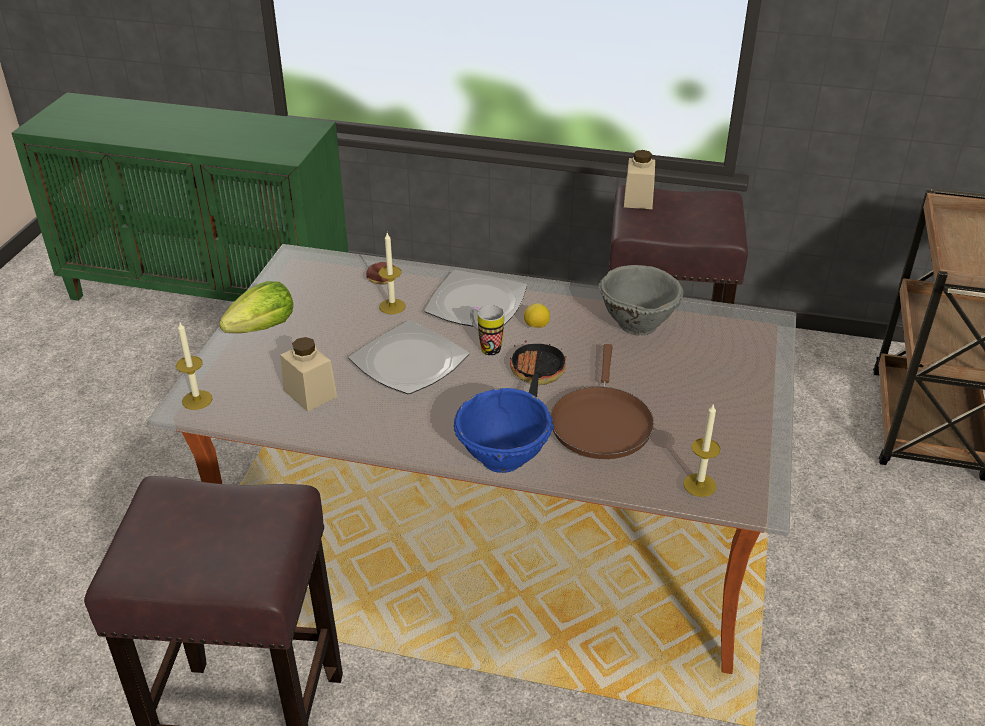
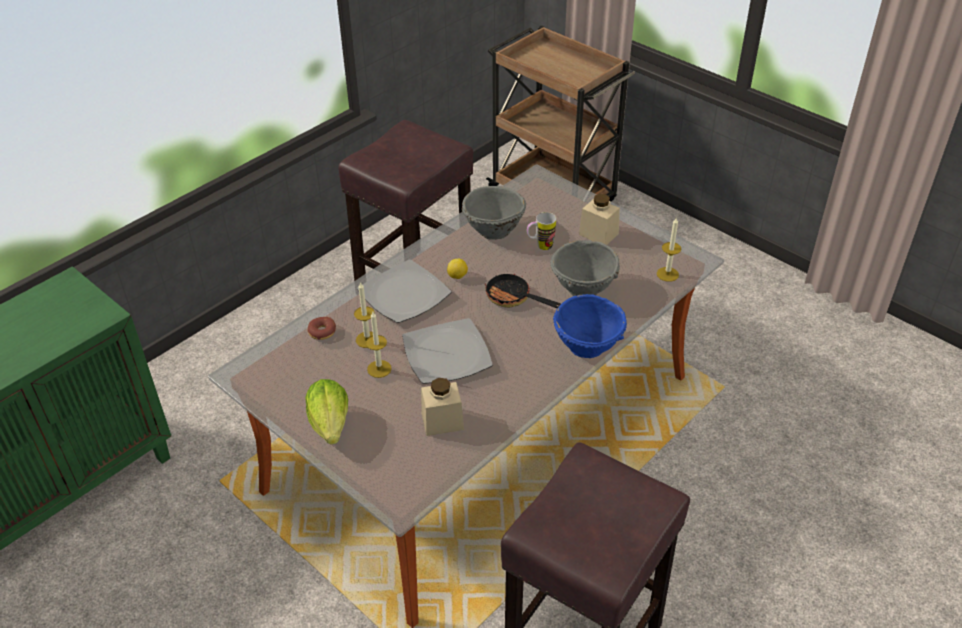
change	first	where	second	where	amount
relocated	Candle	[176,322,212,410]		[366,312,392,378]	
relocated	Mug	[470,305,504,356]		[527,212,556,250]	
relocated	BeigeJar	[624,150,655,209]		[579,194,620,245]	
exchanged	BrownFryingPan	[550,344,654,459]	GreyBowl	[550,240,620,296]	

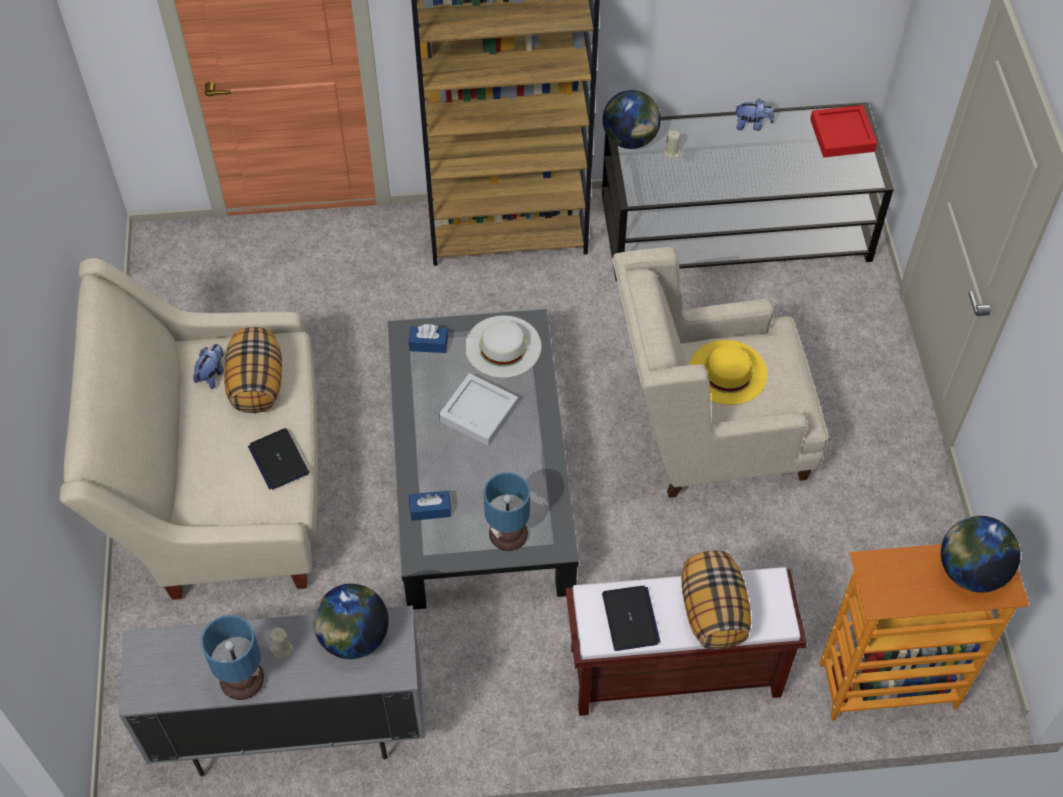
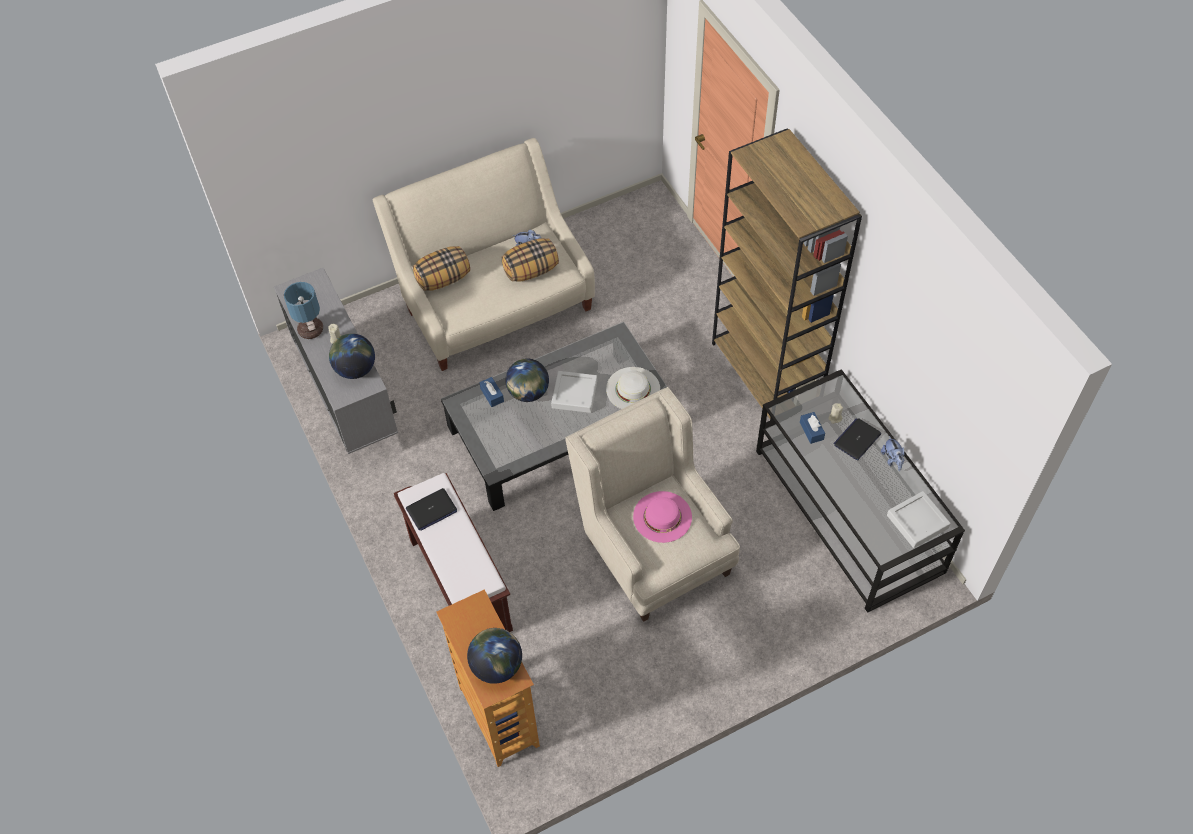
change	first	where	second	where	amount
missing	TableLamp	[484,472,530,551]			
relocated	Laptop	[248,428,309,490]		[833,418,881,461]	
relocated	BlueTissueBox	[409,324,448,353]		[800,412,825,444]	
relocated	Globe	[603,90,661,149]		[505,358,549,402]	
relocated	Pillow	[681,551,751,649]		[413,246,470,291]	
colour	YellowHat	[689,340,768,405]	PinkHat	[633,491,692,543]	
colour	RedTray	[810,105,877,157]	GreyTray	[887,491,951,548]	

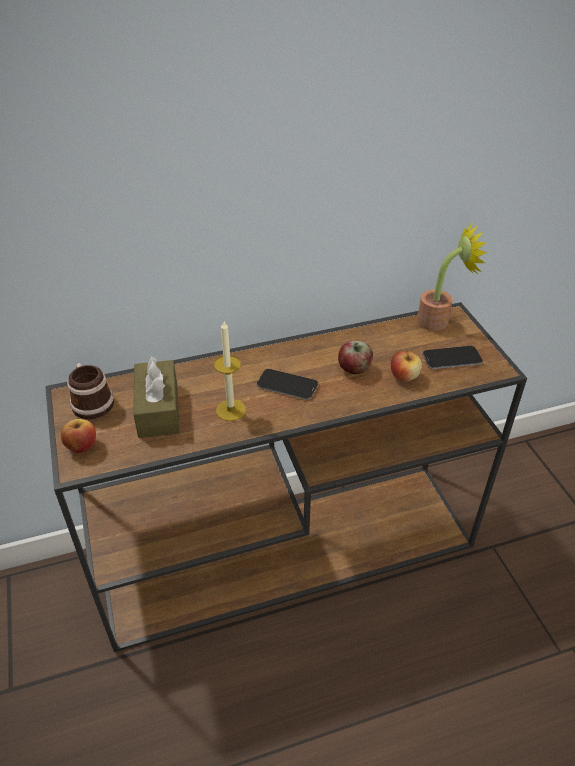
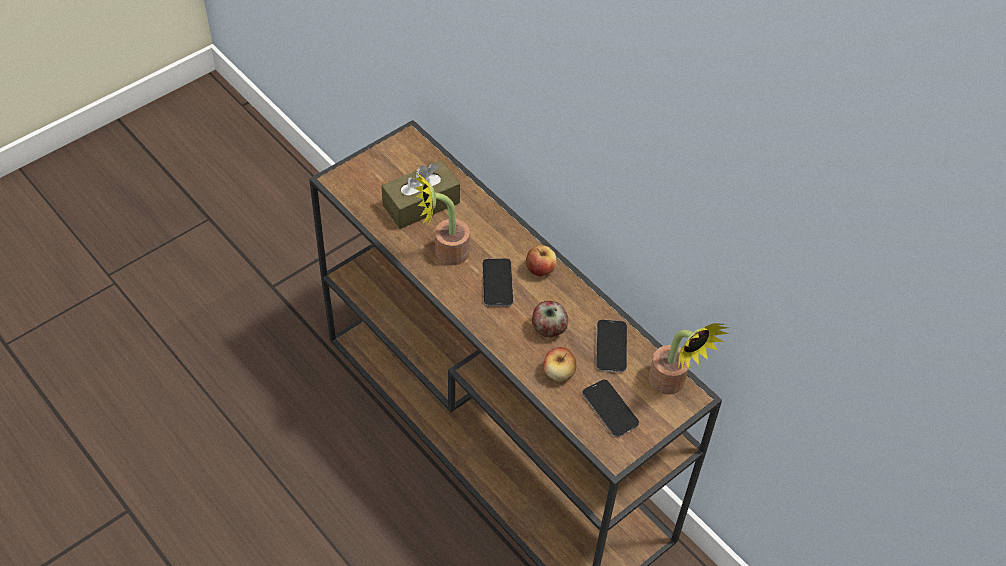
change	first	where	second	where	amount
missing	Mug	[67,363,114,419]			
appeared			Phone	[596,320,627,372]	
relocated	Apple	[61,419,96,453]		[526,245,557,277]	
exchanged	Candle	[214,321,246,421]	PottedPlant	[413,171,470,266]	

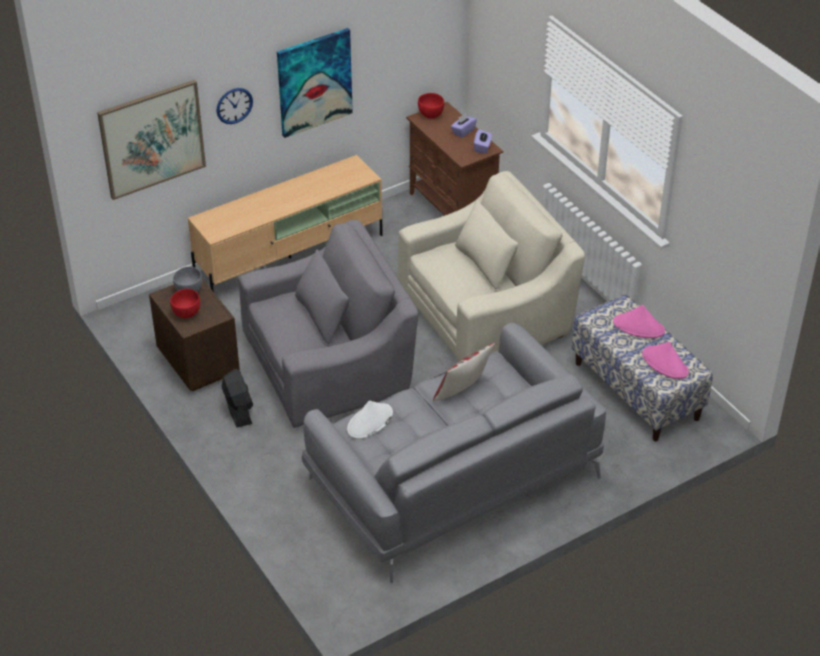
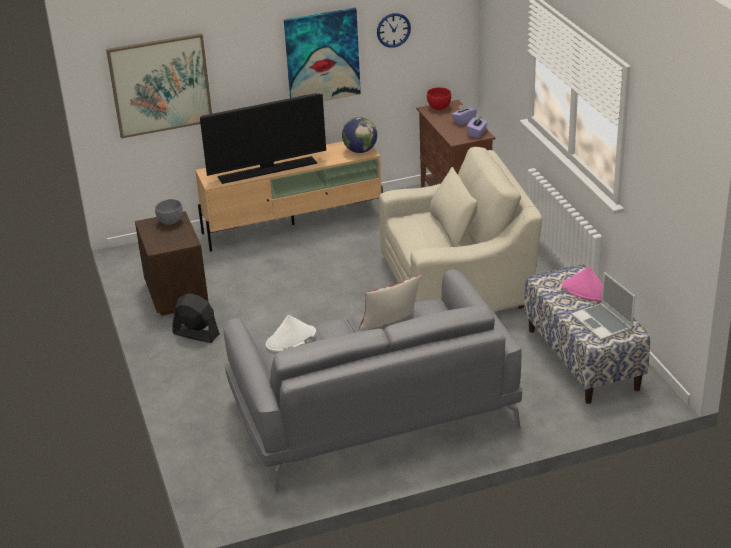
change	first	where	second	where	amount
missing	RedBowl	[170,289,200,318]			
missing	GreyArmchair	[239,220,418,428]			
appeared			Television	[200,93,326,184]	
appeared			Globe	[342,117,377,153]	
relocated	WallClock	[216,88,253,124]		[377,13,411,48]	
exchanged	PinkHat	[642,342,689,379]	Laptop	[571,272,635,340]	
spun	BlackFan	[221,369,253,428]		[172,293,220,343]	60 degrees counterclockwise

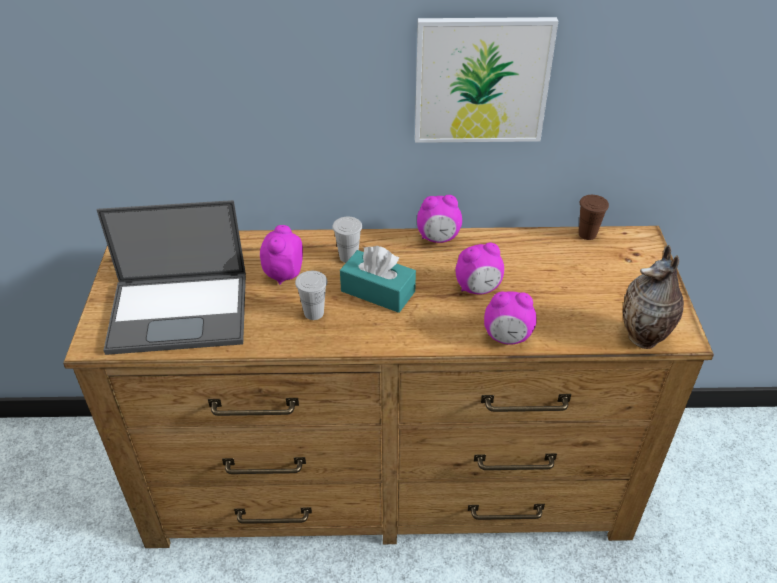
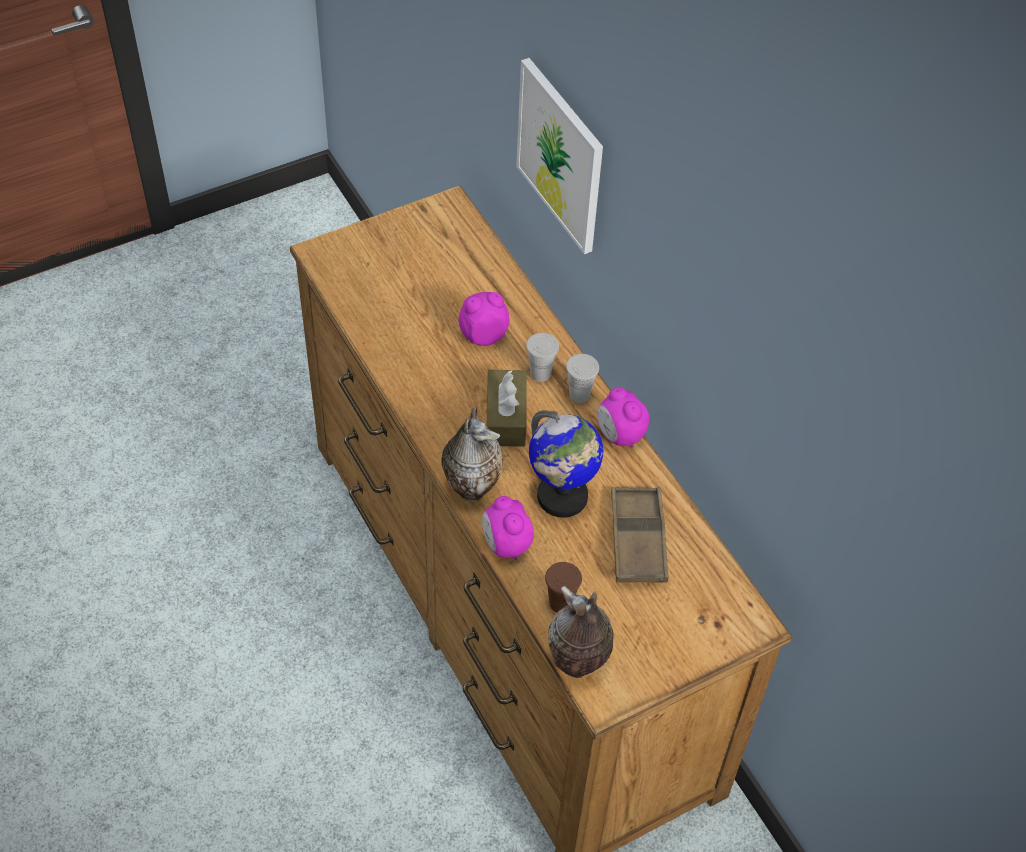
change	first	where	second	where	amount
missing	Laptop	[97,200,246,355]			
appeared			Vase	[441,406,504,502]	
appeared			BrownTray	[611,487,669,582]	
relocated	WhiteCup	[295,271,327,320]		[566,354,599,403]	
relocated	Picture	[415,17,558,143]		[516,58,603,254]	
relocated	BrownCup	[579,195,609,240]		[545,562,582,612]	
exchanged	AlarmClock	[455,243,504,295]	Globe	[529,410,604,518]	
colour	TurquoiseTissueBox	[340,246,416,313]	BrownTissueBox	[487,370,526,447]	

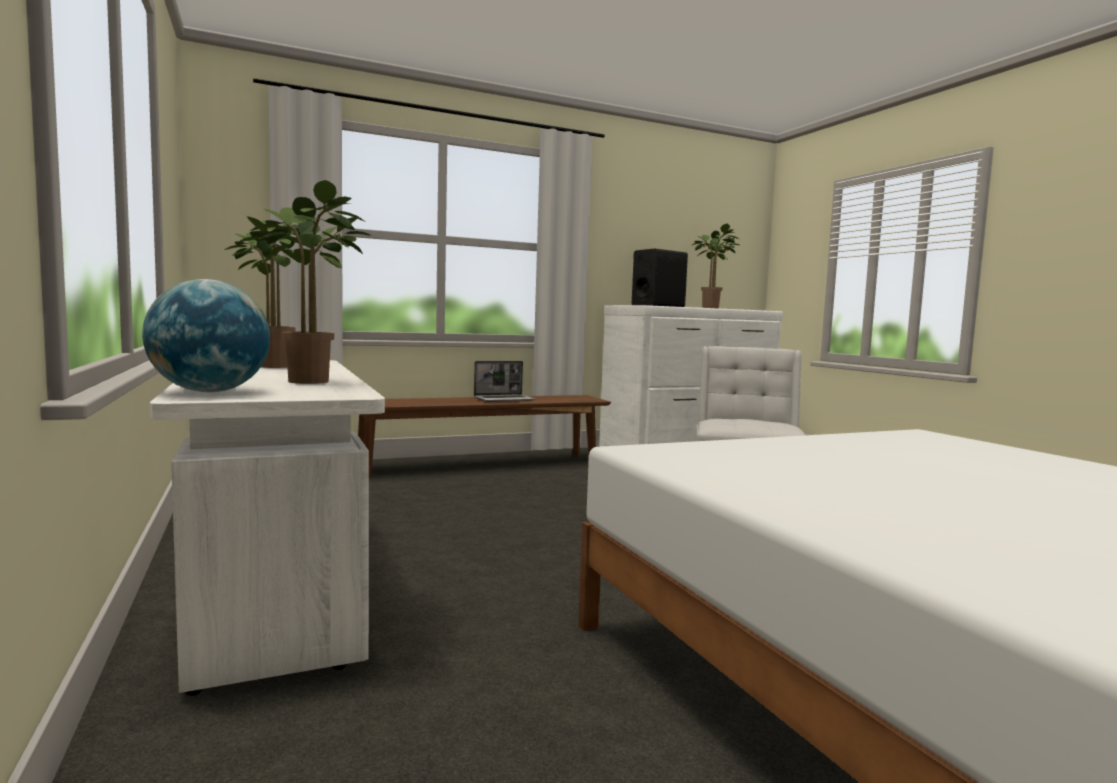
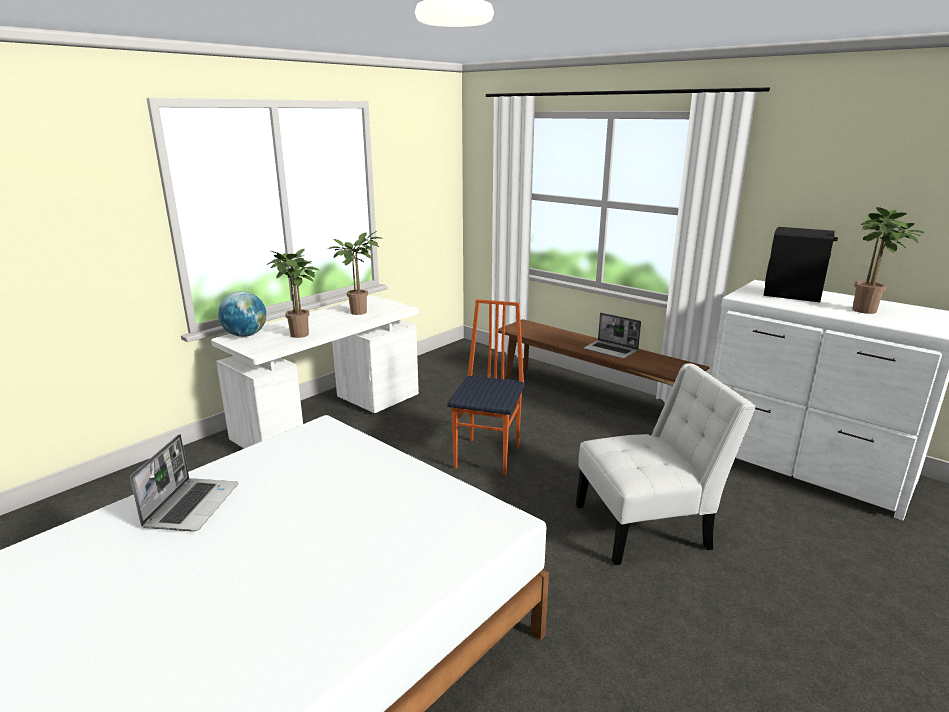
change	first	where	second	where	amount
appeared			Laptop	[130,434,238,531]	
appeared			Chair	[447,299,525,477]	

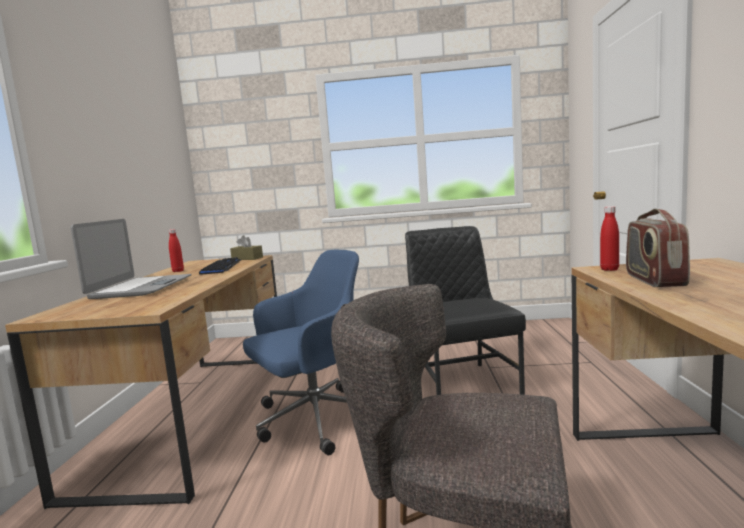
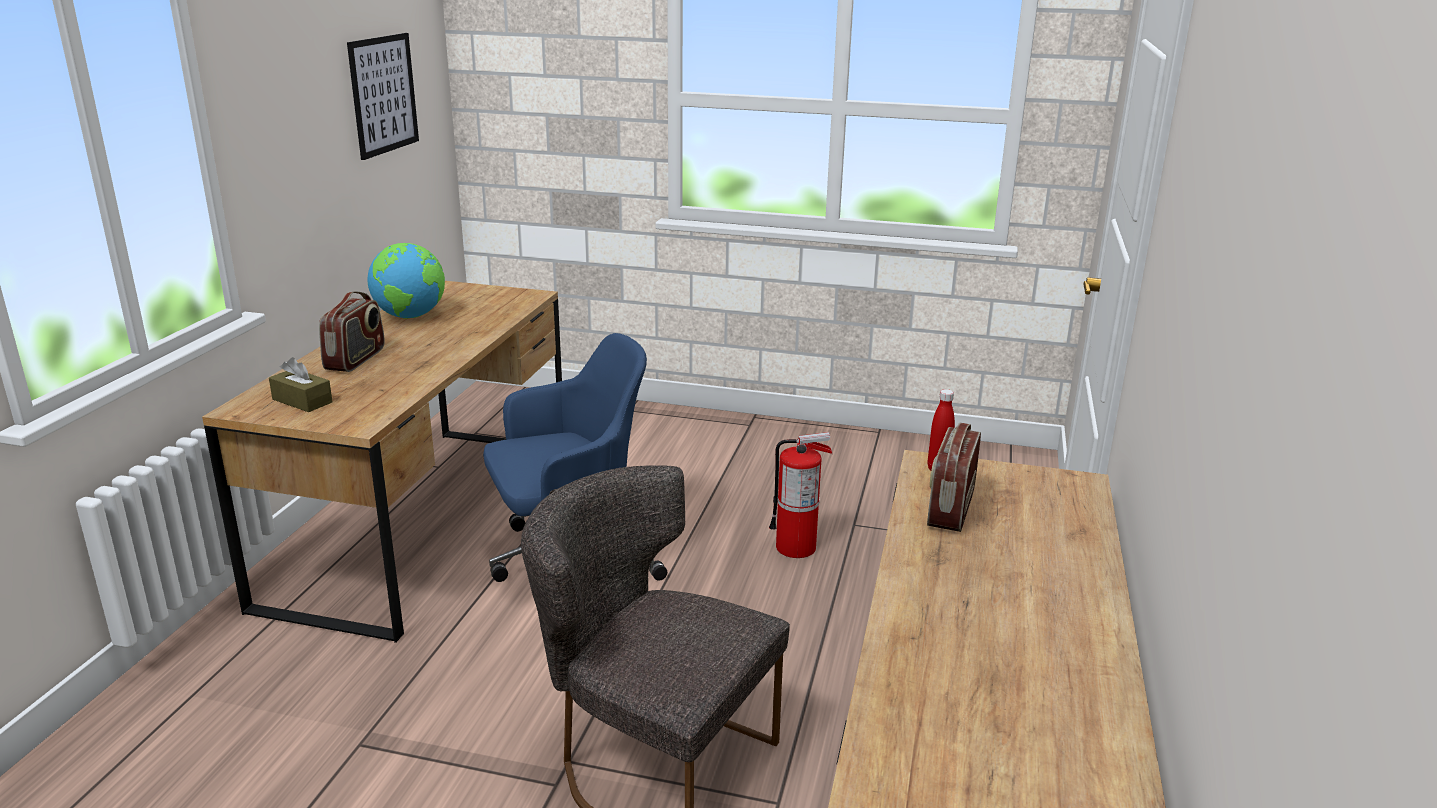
change	first	where	second	where	amount
missing	Keyboard	[199,257,241,275]			
appeared			Picture	[347,33,419,160]	
relocated	BrownTissueBox	[230,235,263,260]		[269,357,333,412]	
exchanged	Laptop	[71,219,191,299]	Radio	[319,291,385,372]	
exchanged	RedBottle	[169,229,184,272]	Globe	[367,243,445,319]	
exchanged	BlackChair	[405,226,526,395]	FireExtinguisher	[769,432,832,558]	

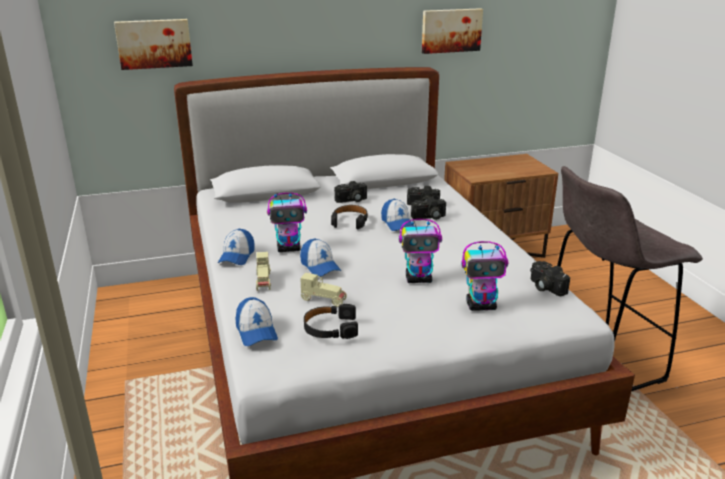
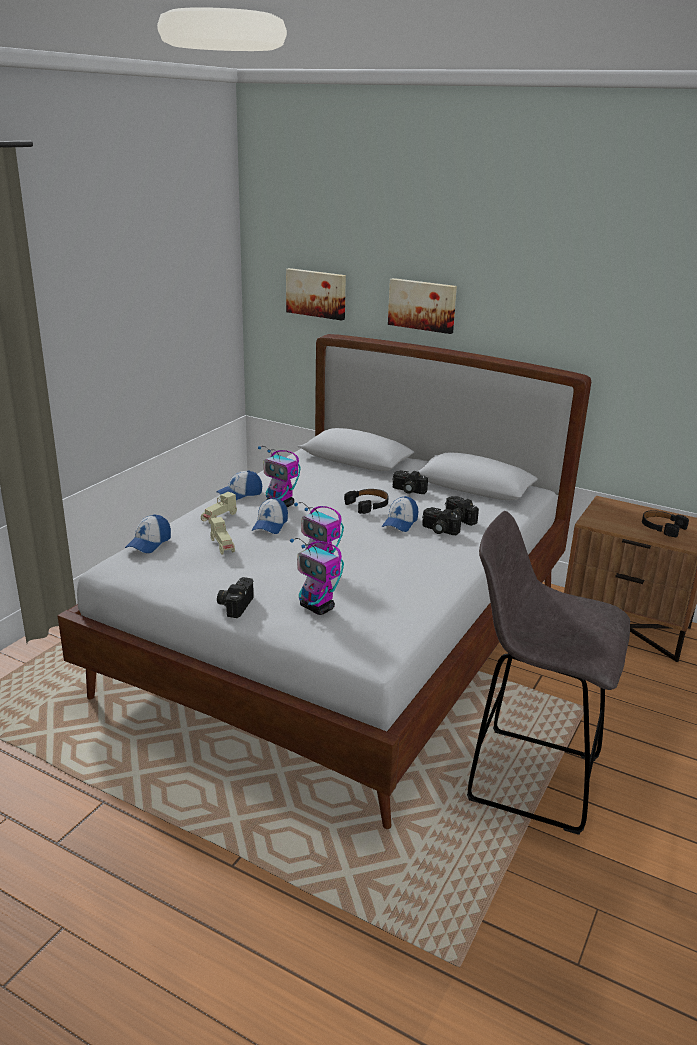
change	first	where	second	where	amount
relocated	BlackHeadphones	[304,304,358,339]		[642,510,689,537]	
relocated	Picture	[422,8,483,54]		[388,278,457,334]	
relocated	PhotoCamera	[530,261,570,297]		[217,577,254,618]	

